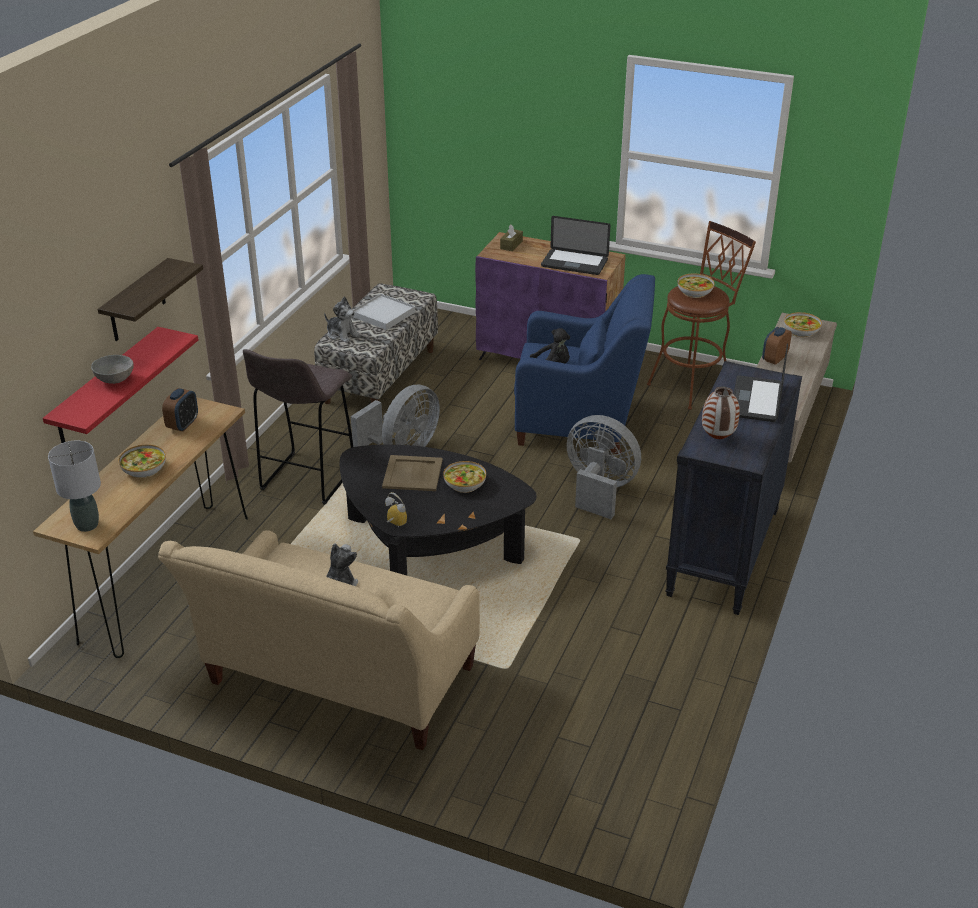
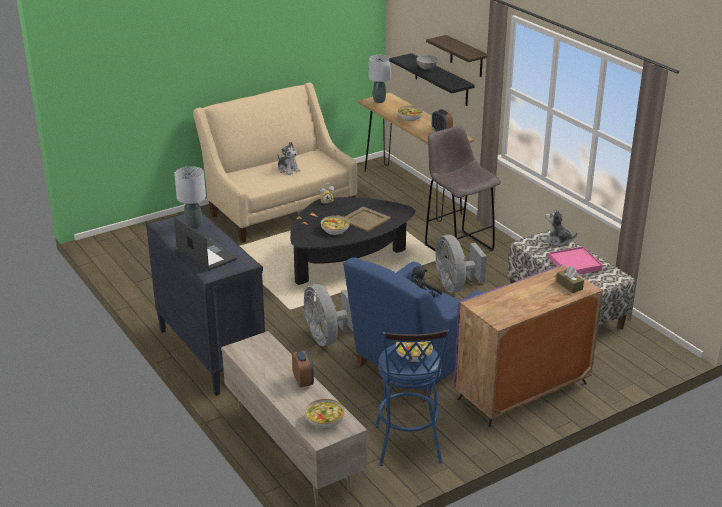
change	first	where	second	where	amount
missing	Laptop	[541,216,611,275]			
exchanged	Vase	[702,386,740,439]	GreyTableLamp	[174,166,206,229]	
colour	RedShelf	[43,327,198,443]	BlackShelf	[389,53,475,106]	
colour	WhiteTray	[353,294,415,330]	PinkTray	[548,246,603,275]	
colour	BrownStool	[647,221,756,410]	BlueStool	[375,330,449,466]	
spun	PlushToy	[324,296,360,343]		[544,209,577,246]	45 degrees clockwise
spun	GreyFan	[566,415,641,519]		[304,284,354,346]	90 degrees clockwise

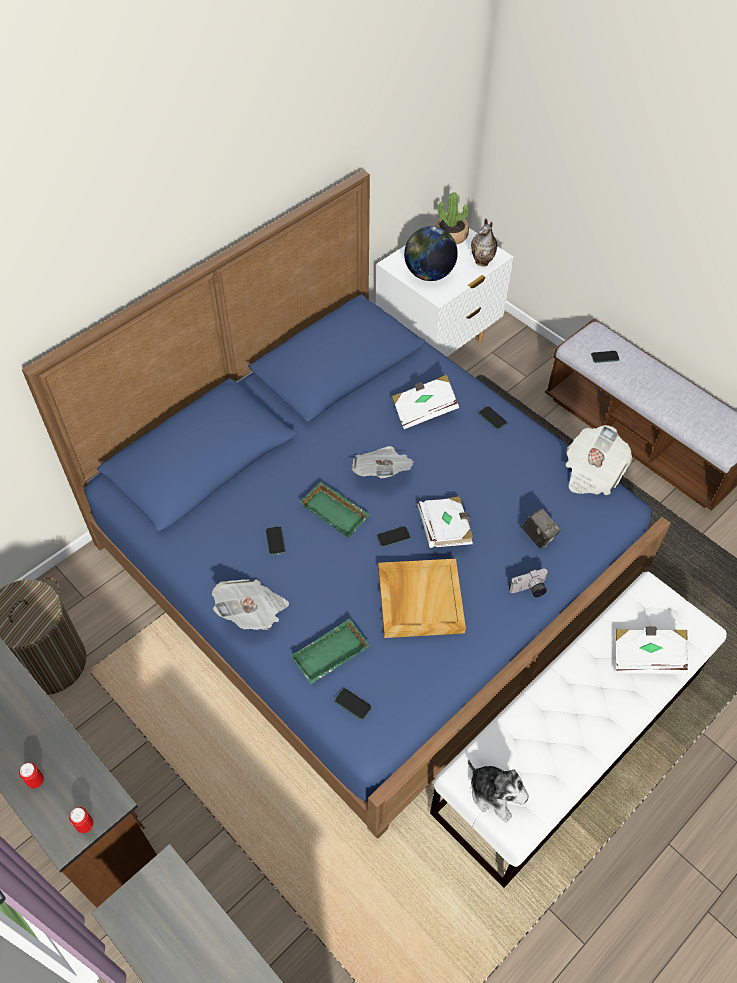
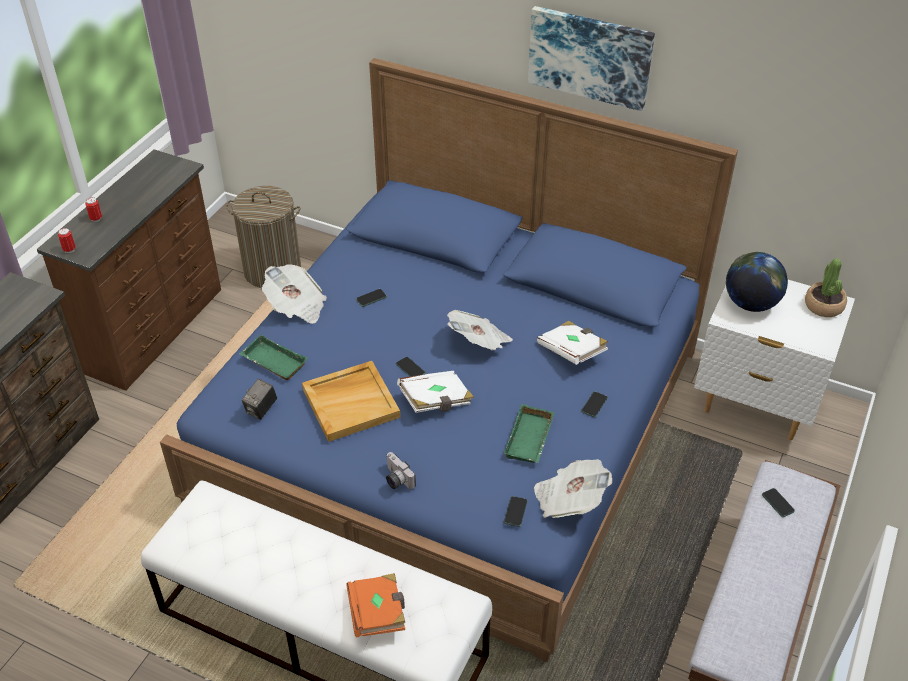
change	first	where	second	where	amount
missing	PlushToy	[468,760,529,823]			
missing	Vase	[471,218,497,267]			
appeared			Picture	[528,6,655,111]	
relocated	GreenTray	[300,481,370,538]		[504,404,555,463]	
relocated	Phone	[334,688,372,720]		[504,496,527,527]	
relocated	PhotoCamera	[521,508,561,549]		[242,378,277,420]	
colour	WhiteBook	[616,626,688,675]	OrangeBook	[346,573,405,638]	

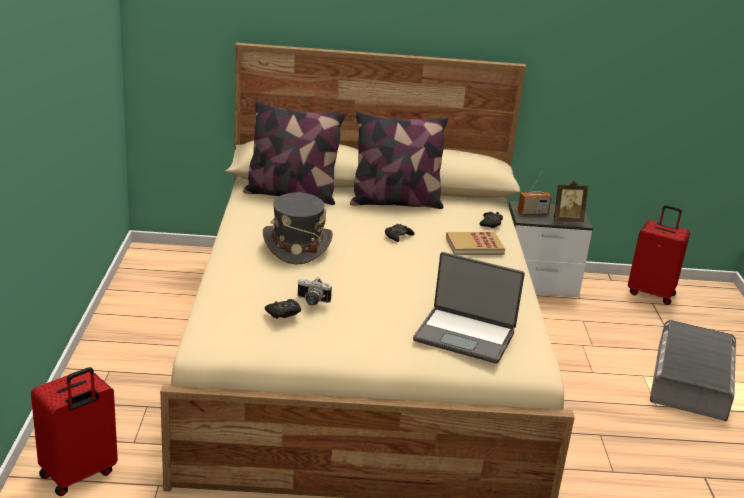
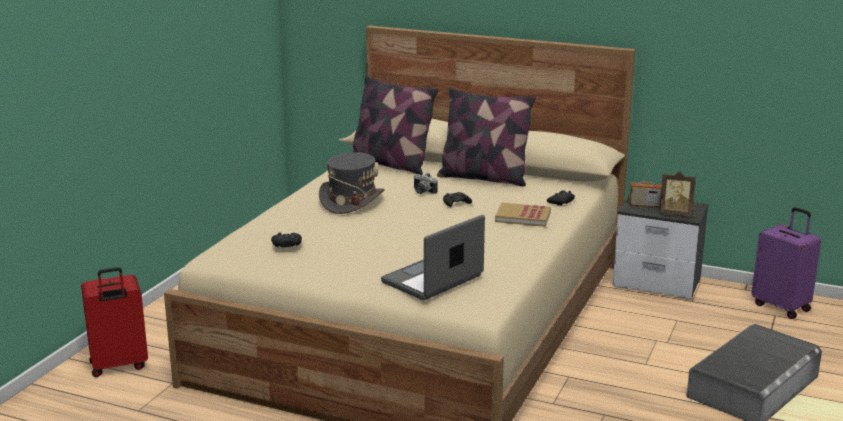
change	first	where	second	where	amount
relocated	PhotoCamera	[298,277,332,305]		[414,173,438,194]	
colour	RedSuitcase	[628,205,690,305]	PurpleSuitcase	[752,207,821,319]	
spun	Laptop	[413,252,525,364]		[381,215,485,300]	90 degrees clockwise

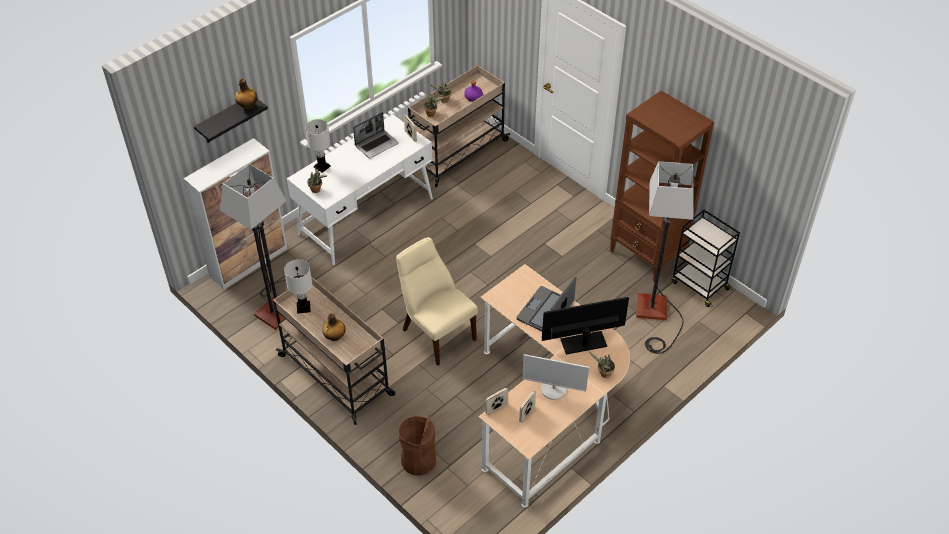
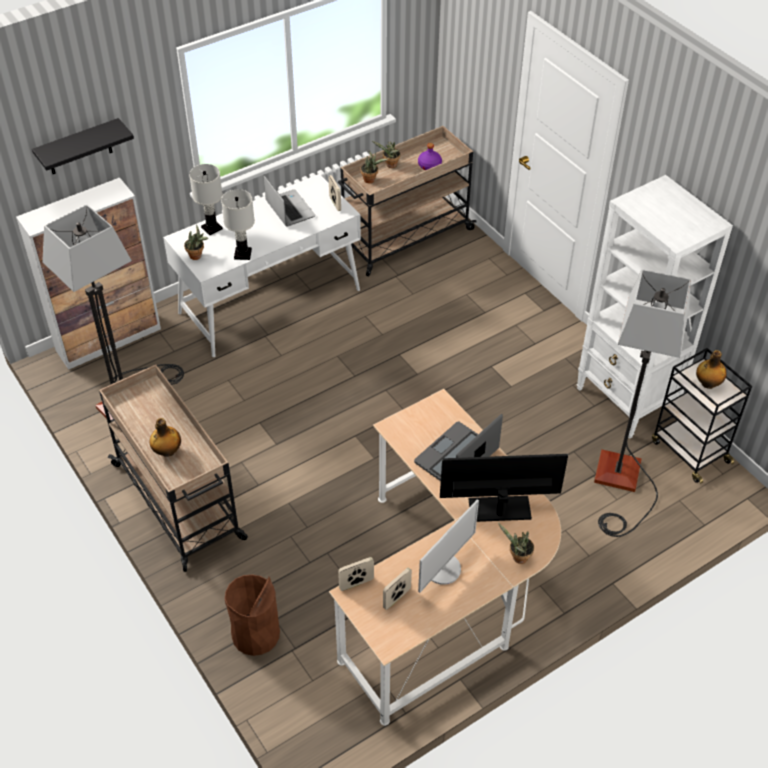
change	first	where	second	where	amount
missing	BeigeChair	[396,237,478,366]			
relocated	Bottle	[235,78,257,110]		[696,350,727,389]	
relocated	WhiteTableLamp	[284,259,312,314]		[221,189,255,260]	
colour	BrownBookcase	[610,91,714,282]	WhiteBookcase	[577,175,733,439]	
spun	Laptop	[353,112,399,158]		[264,175,315,227]	90 degrees counterclockwise
spun	Monitor	[522,354,589,400]		[418,499,479,593]	75 degrees counterclockwise

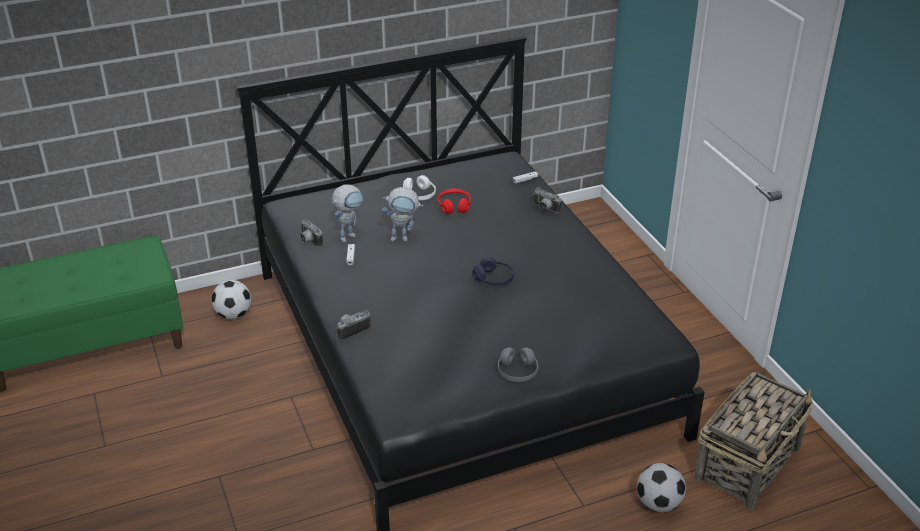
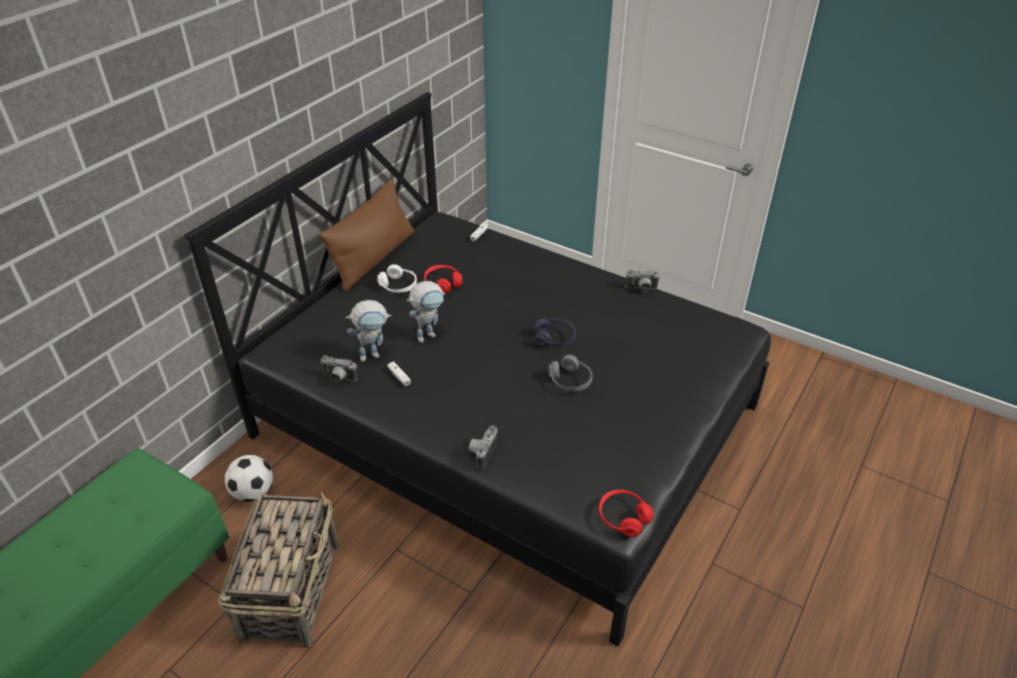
change	first	where	second	where	amount
missing	Football	[637,463,686,512]			
appeared			BrownPillow	[319,178,414,291]	
appeared			RedHeadphones	[599,490,654,537]	
relocated	GreyHeadphones	[498,347,539,382]		[549,355,593,391]	
relocated	PhotoCamera	[533,187,562,213]		[625,270,660,291]	
relocated	Basket	[694,372,813,510]		[218,492,339,648]	
spun	ToyRobot	[331,185,363,243]		[346,300,391,362]	60 degrees clockwise

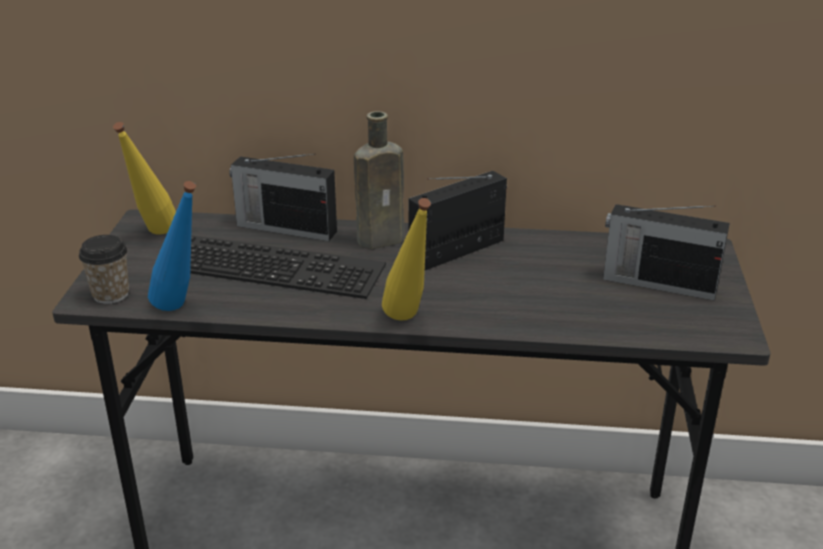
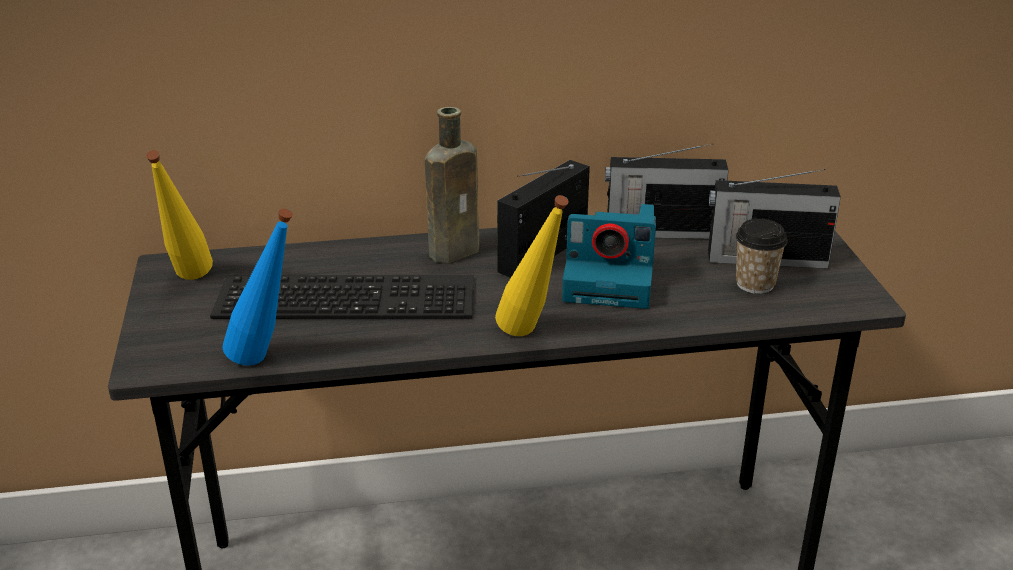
change	first	where	second	where	amount
appeared			PhotoCamera	[562,204,656,309]	
relocated	Cup	[79,235,129,304]		[736,219,788,294]	
relocated	Radio	[229,154,337,241]		[605,144,728,239]	

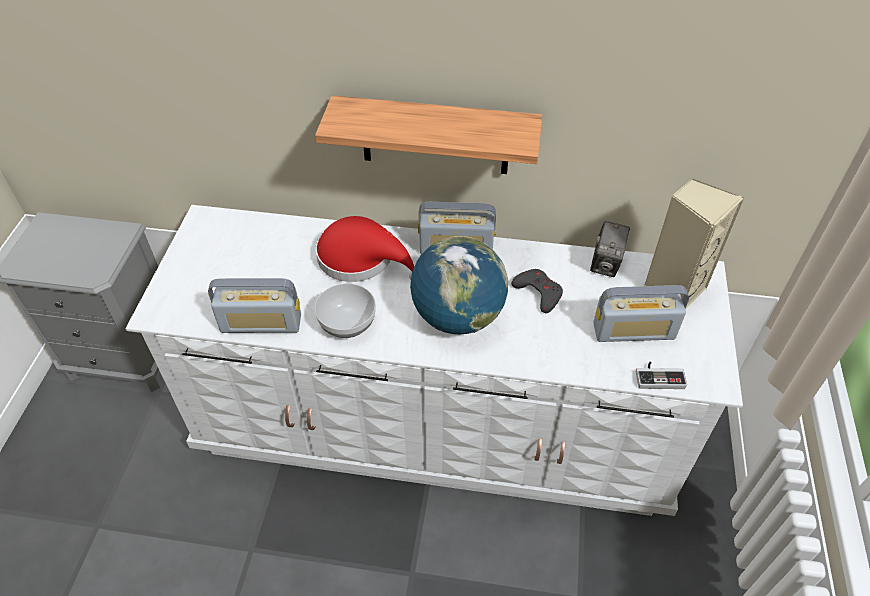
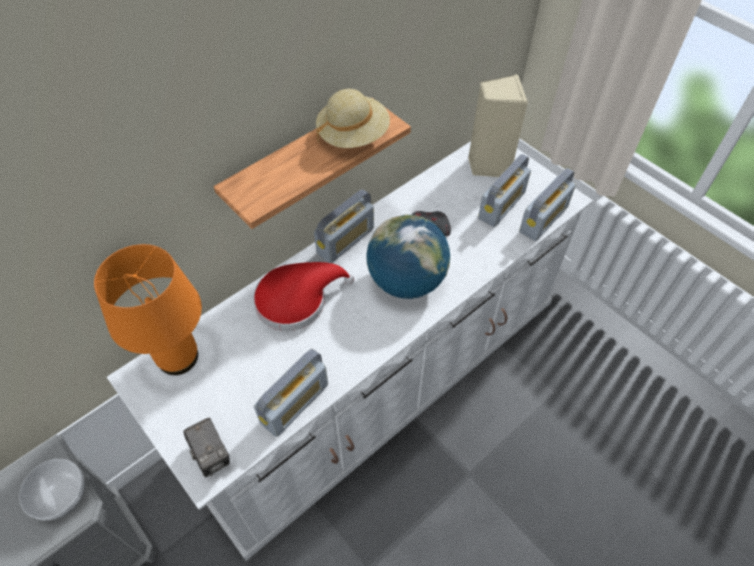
change	first	where	second	where	amount
appeared			OrangeTableLamp	[94,244,202,375]	
appeared			BeigeHat	[316,89,390,148]	
relocated	Bowl	[314,283,376,338]		[19,459,85,520]	
relocated	PhotoCamera	[590,221,630,277]		[183,418,230,477]	
exchanged	GameController	[636,362,687,389]	Radio	[519,168,576,241]	

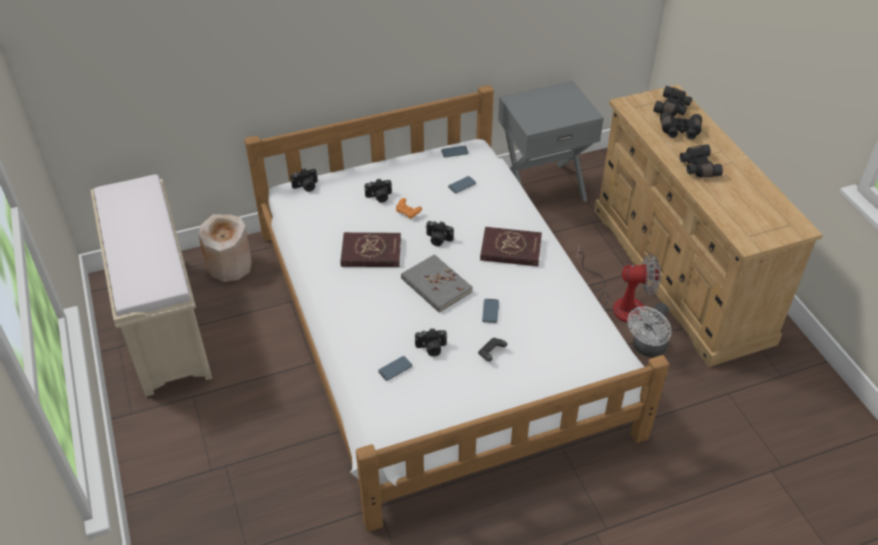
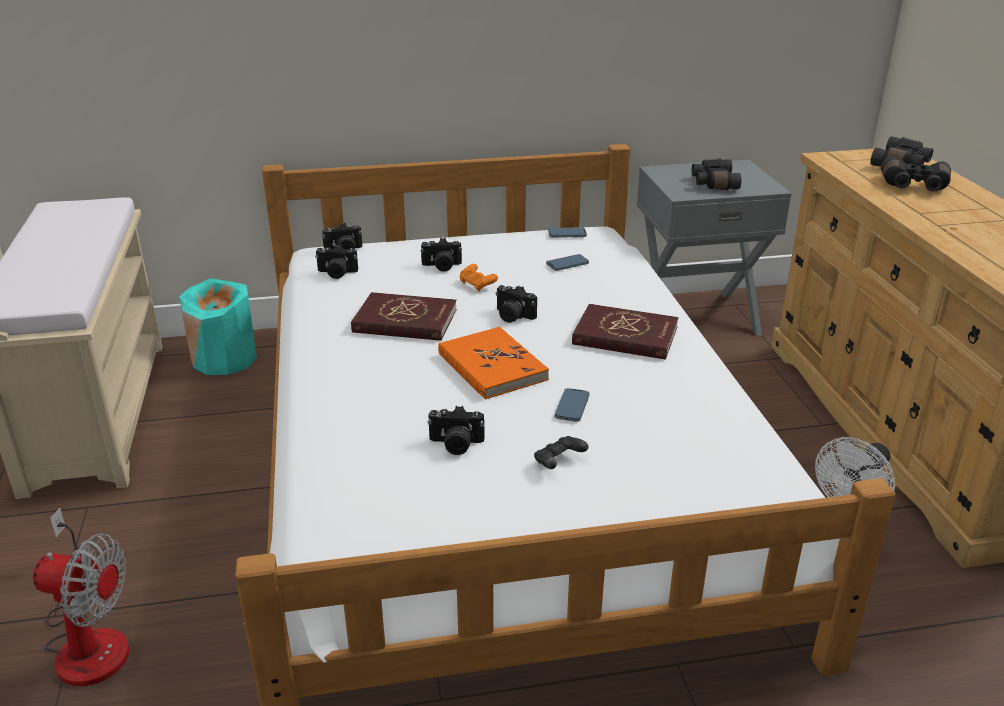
change	first	where	second	where	amount
missing	Phone	[378,356,412,381]			
appeared			PhotoCamera	[315,244,358,279]	
relocated	Fan	[577,244,660,323]		[33,508,129,686]	
relocated	BlackBinoculars	[680,145,723,177]		[691,158,741,190]	
colour	BeigeVase	[198,214,252,282]	TurquoiseVase	[179,278,257,375]	
colour	GreyBook	[401,254,473,313]	OrangeBook	[438,327,549,400]	

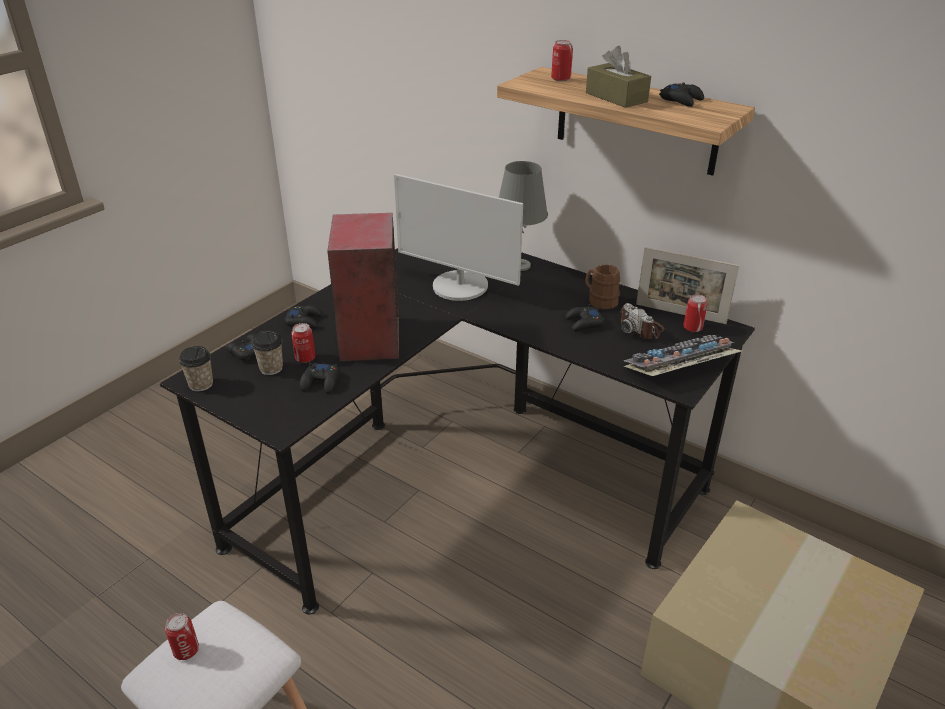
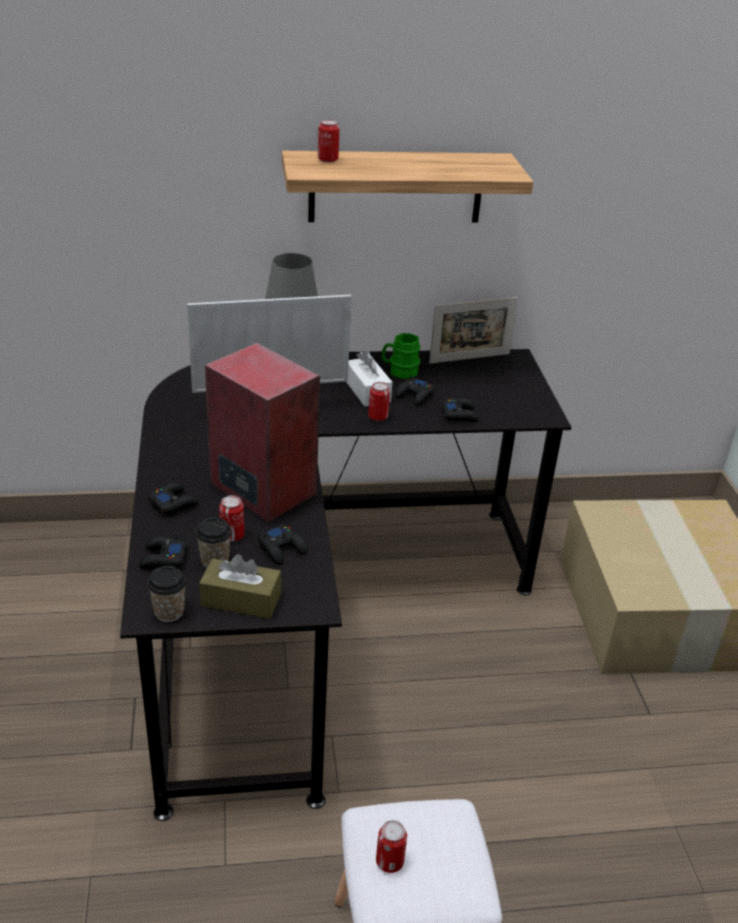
change	first	where	second	where	amount
missing	PhotoCamera	[619,303,664,339]			
missing	Keyboard	[624,335,742,376]			
appeared			WhiteTissueBox	[347,351,392,406]	
relocated	BrownTissueBox	[586,46,651,108]		[199,554,281,619]	
relocated	BlackGameController	[659,83,704,107]		[441,398,479,422]	
relocated	Can	[683,294,707,332]		[368,382,390,421]	
colour	BrownMug	[586,265,620,309]	GreenMug	[381,333,421,379]	

